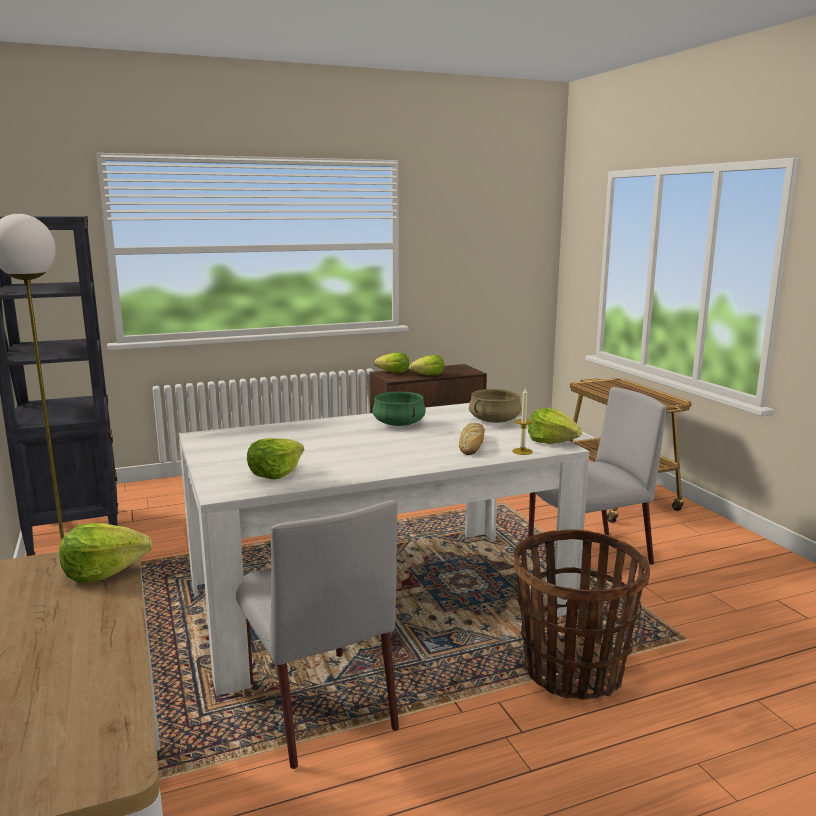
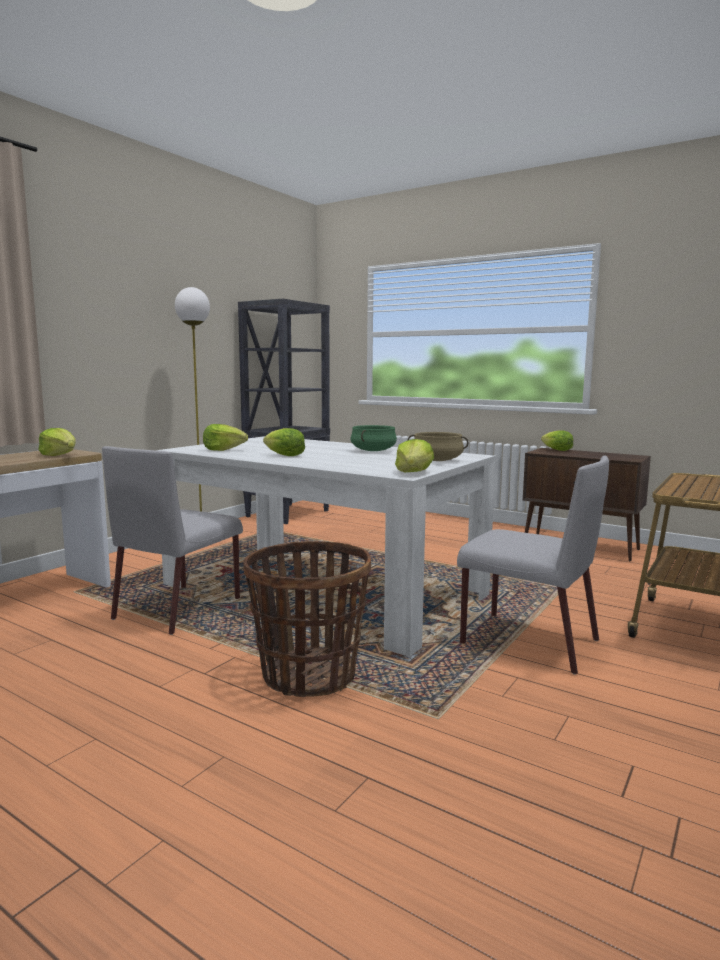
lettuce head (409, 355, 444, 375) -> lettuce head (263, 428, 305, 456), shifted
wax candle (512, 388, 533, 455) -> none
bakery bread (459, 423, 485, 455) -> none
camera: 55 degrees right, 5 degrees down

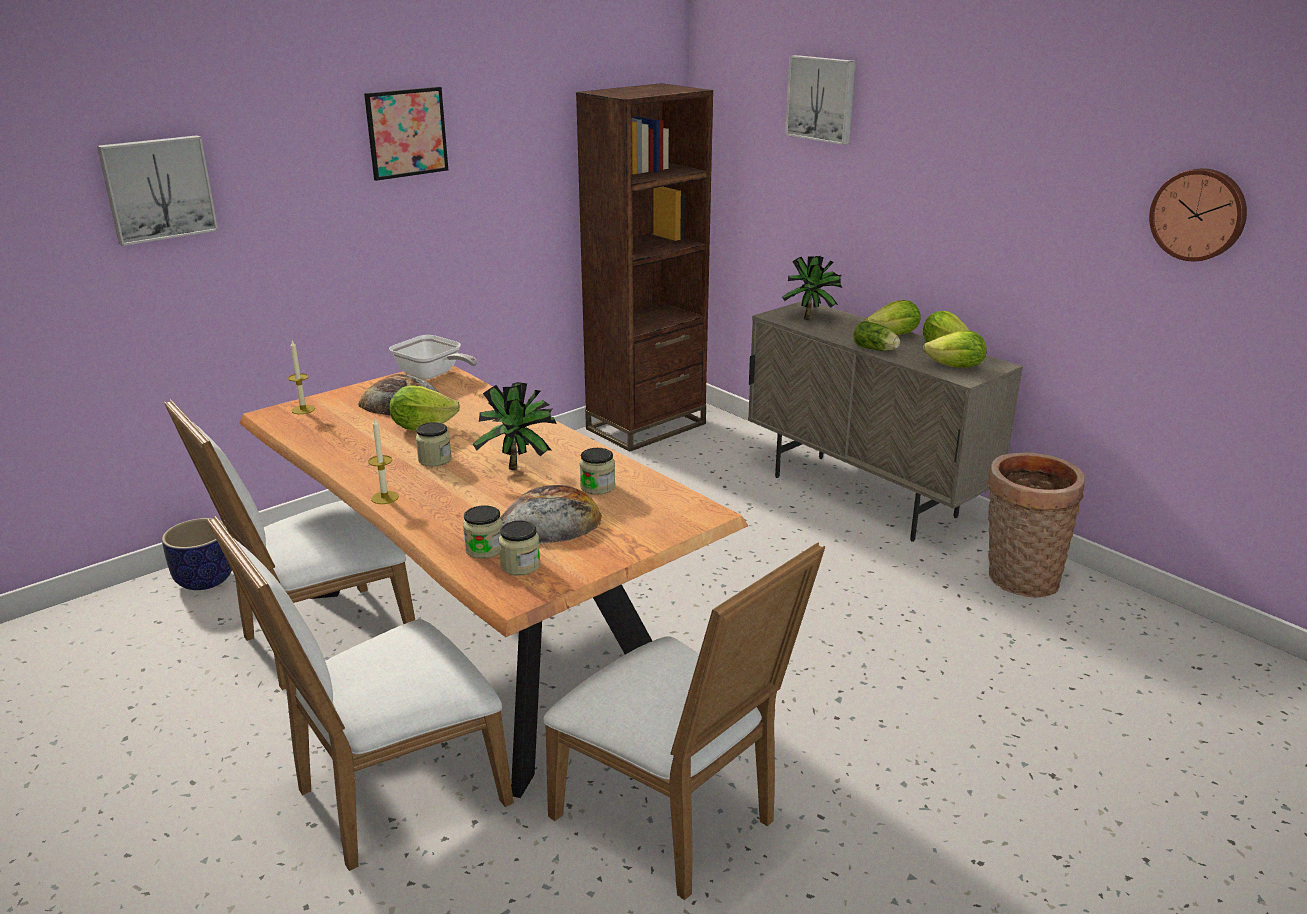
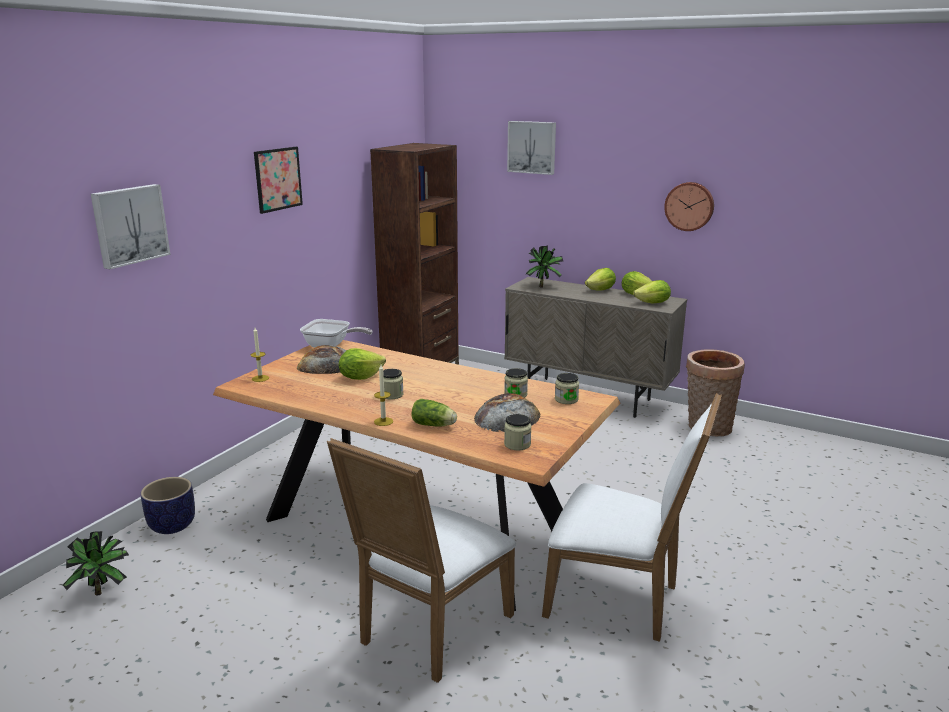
clock on the wall (1149, 168, 1247, 261) -> clock on the wall (664, 182, 714, 231), shifted
lettuce head (853, 321, 900, 351) -> lettuce head (412, 399, 457, 427), shifted
potted plant (472, 382, 557, 470) -> potted plant (63, 531, 129, 596), shifted
white upright chair (164, 399, 415, 690) -> none
storage jar (463, 505, 503, 559) -> storage jar (555, 373, 579, 404), shifted
camera: 20 degrees left, 5 degrees down

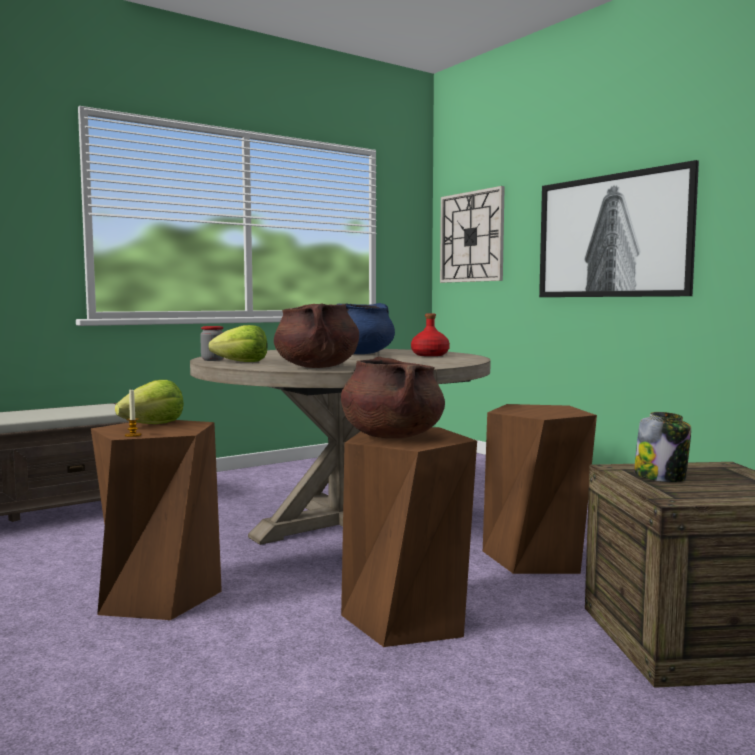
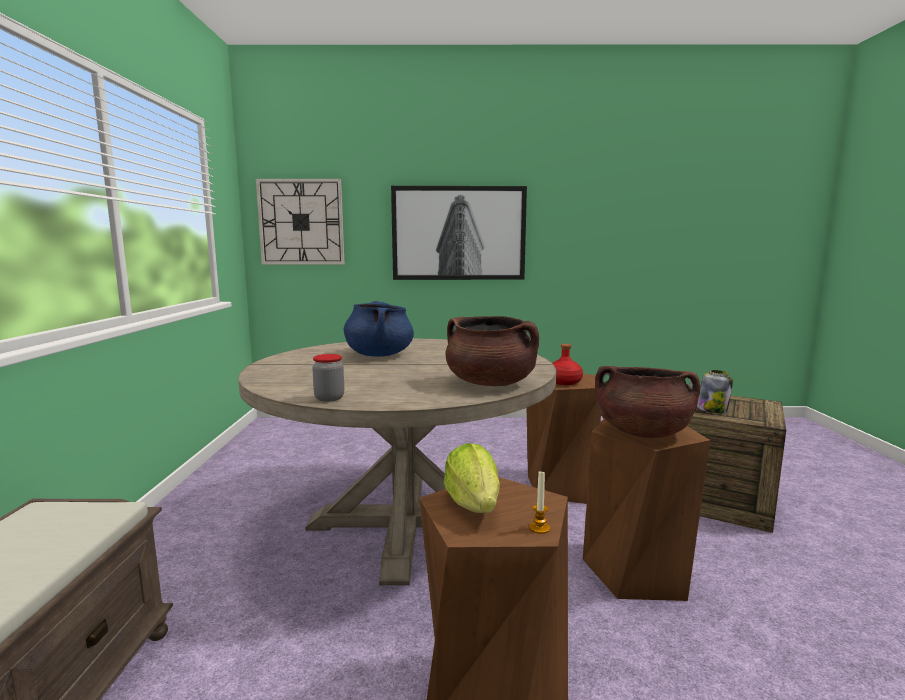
red-coloured beverage bottle (411, 314, 450, 356) -> red-coloured beverage bottle (553, 344, 583, 385), shifted
lettuce head (208, 325, 267, 362) -> none
camera: 55 degrees left, 5 degrees up

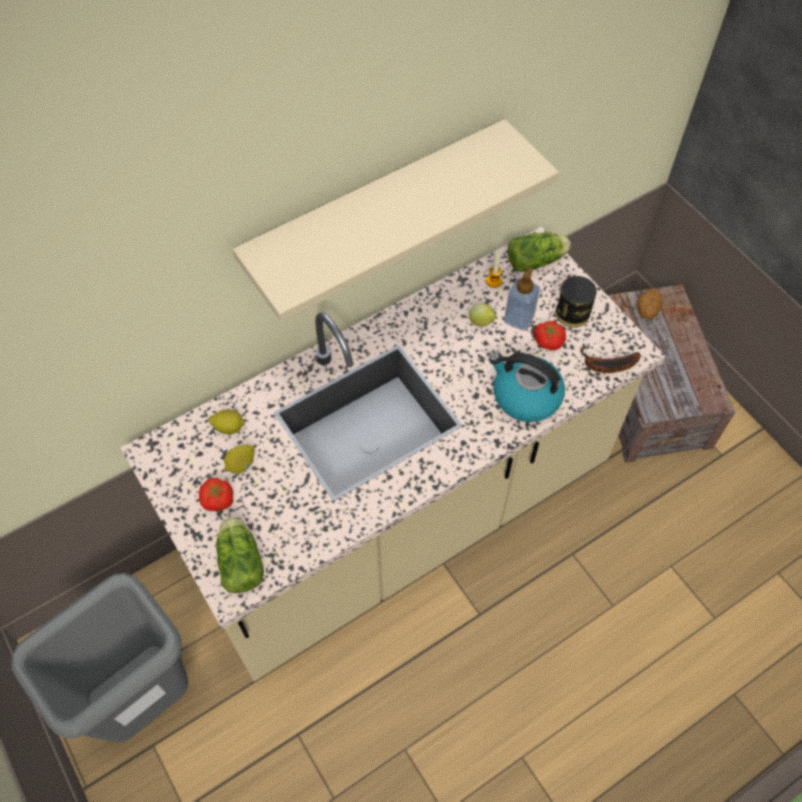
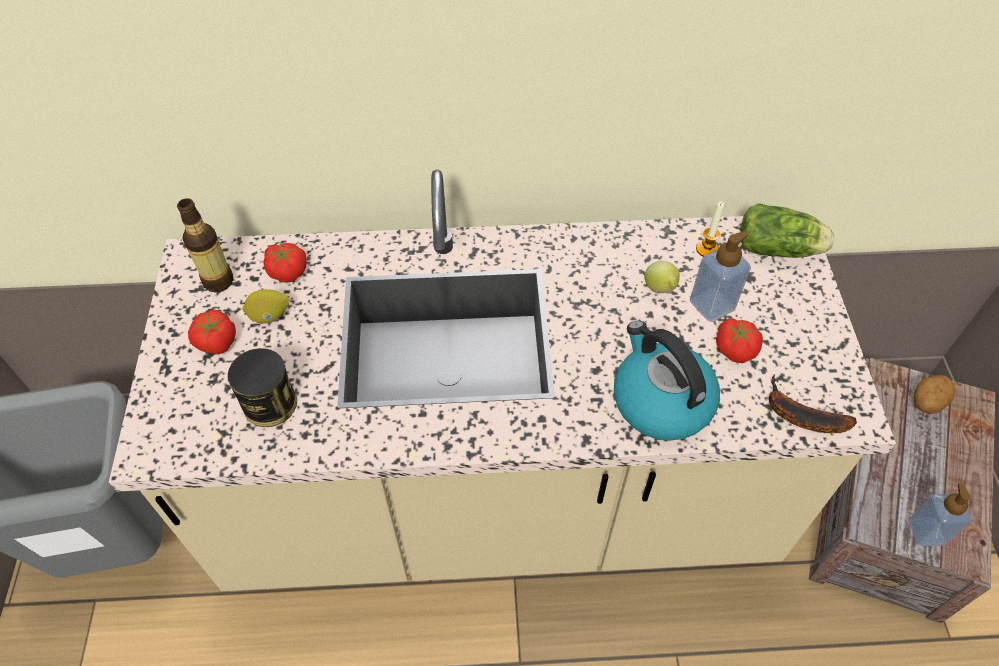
sand-coloured wall shelf (233, 119, 559, 322) -> none
sealed can (555, 276, 597, 327) -> sealed can (228, 348, 297, 427), shifted
citrus fruit (209, 409, 244, 434) -> tomato (263, 243, 307, 283)
lettuce head (217, 517, 264, 593) -> none
none -> beverage bottle (177, 198, 234, 292)
none -> soap bottle (909, 483, 971, 546)
camera: 30 degrees right, 5 degrees down

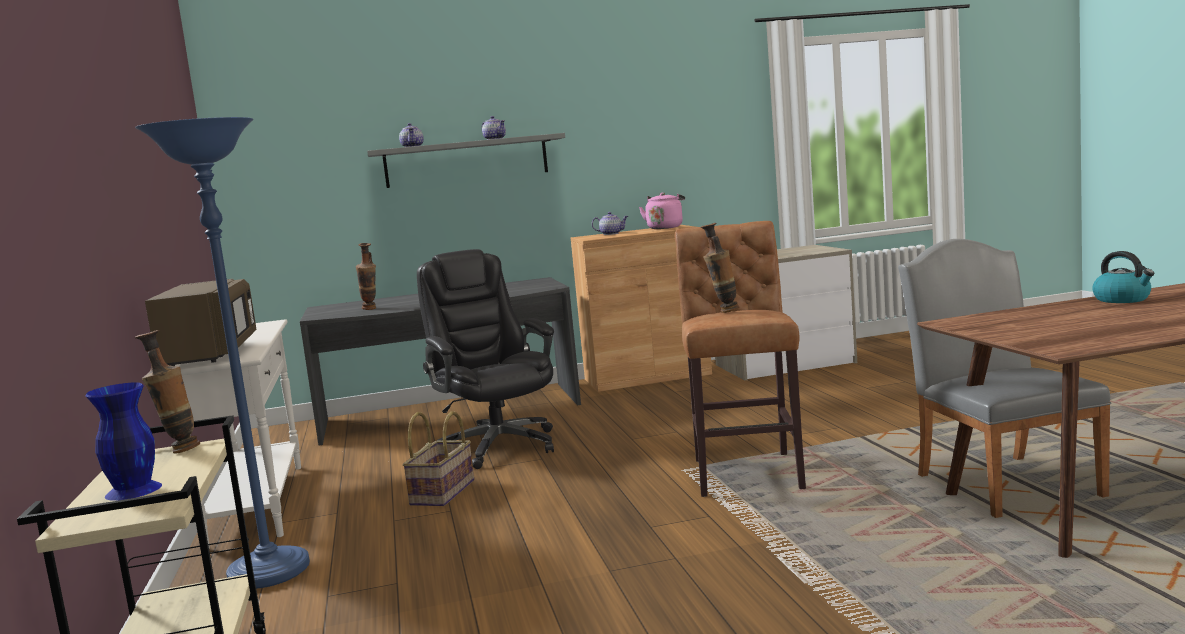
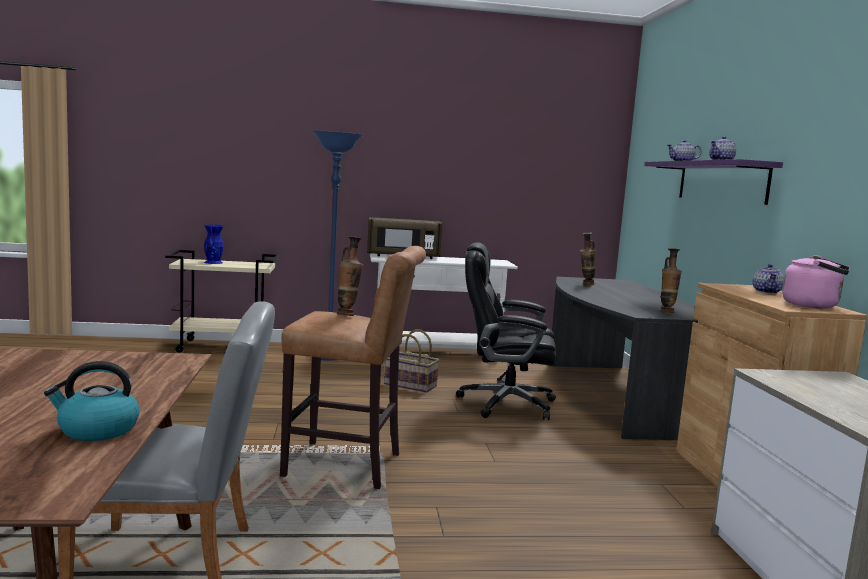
gray wall shelf (367, 133, 565, 188) -> purple-coloured wall shelf (644, 159, 783, 205)
black-coloured computer chair (417, 249, 554, 469) -> black-coloured computer chair (456, 242, 557, 420), 150 degrees counterclockwise
vase (135, 330, 200, 454) -> vase (660, 248, 682, 313), shifted
camera: 95 degrees right, 0 degrees up

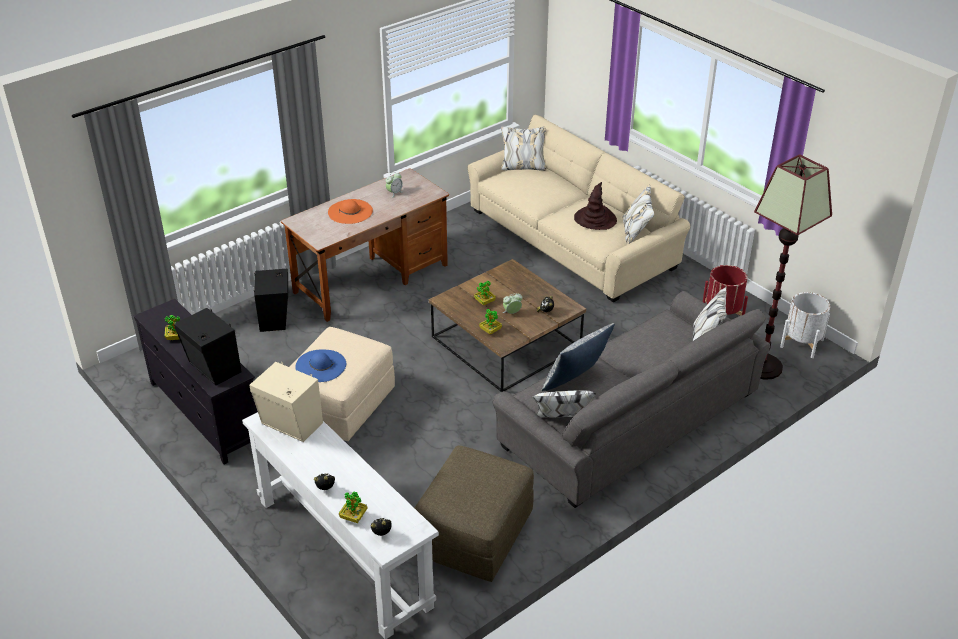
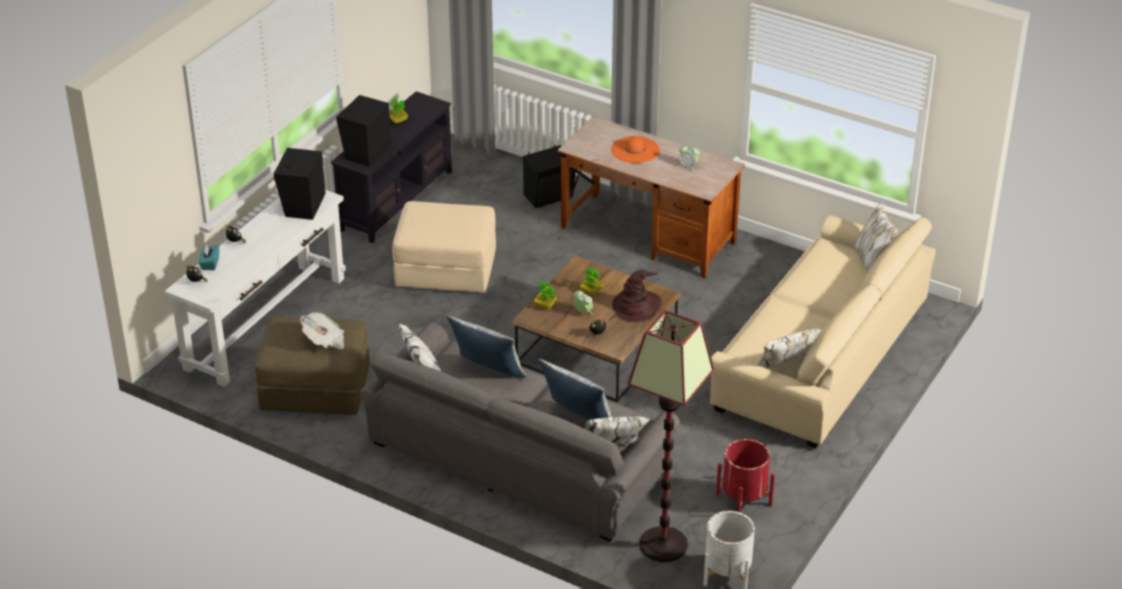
brownish hat (574, 182, 617, 230) -> brownish hat (612, 270, 662, 322), shifted
blue hat (295, 350, 346, 382) -> none
sand-coloured speaker (249, 362, 323, 442) -> black-coloured speaker (274, 148, 326, 220)
potted plant (339, 491, 367, 523) -> turquoise-coloured tissue holder (199, 244, 219, 270)
none -> newspaper (300, 312, 344, 349)
none -> cushion (538, 359, 612, 420)
camera: 70 degrees right, 0 degrees up

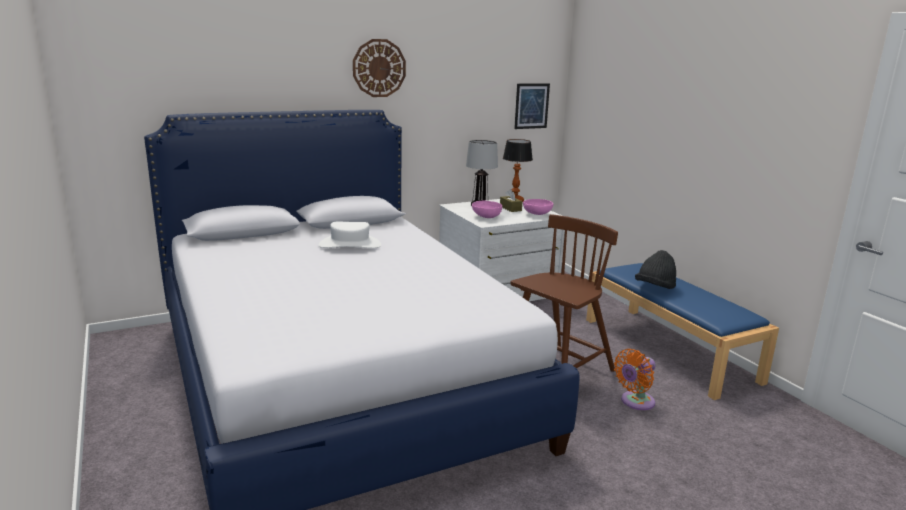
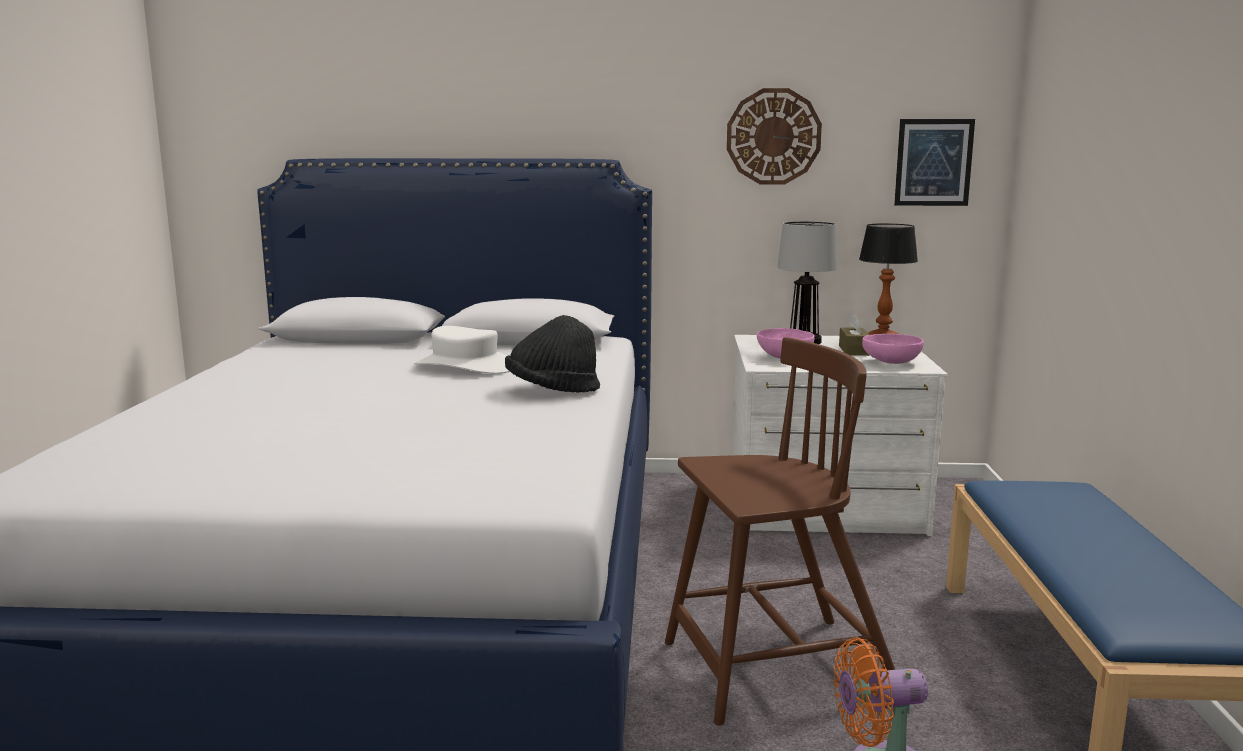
clock on the wall (353, 39, 406, 97) -> clock on the wall (727, 88, 822, 185), shifted
black-coloured hat (635, 250, 676, 289) -> black-coloured hat (505, 315, 600, 393), shifted
camera: 30 degrees right, 5 degrees down

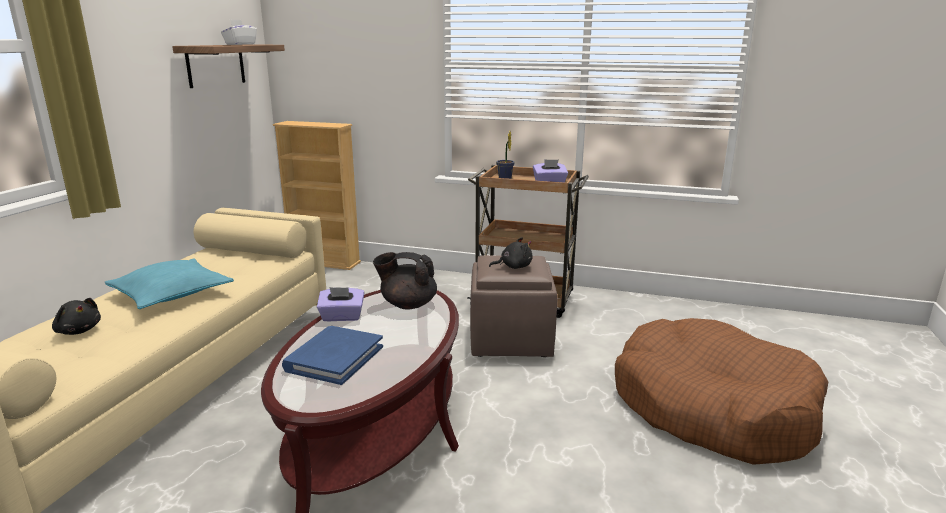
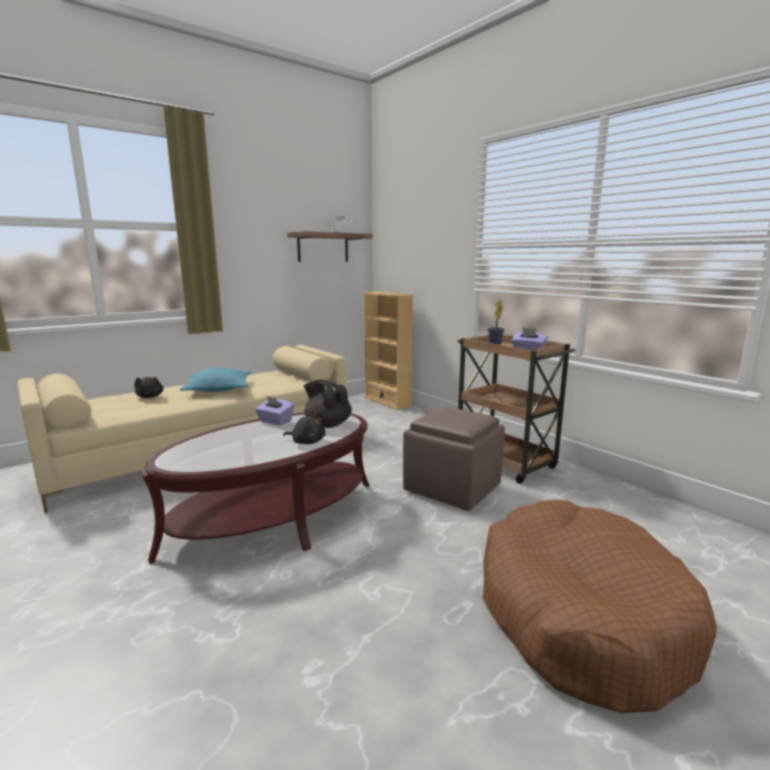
black-coloured plush toy (489, 237, 532, 269) -> black-coloured plush toy (283, 413, 325, 444), shifted
blue bound book (282, 326, 383, 385) -> none
camera: 35 degrees right, 5 degrees down

